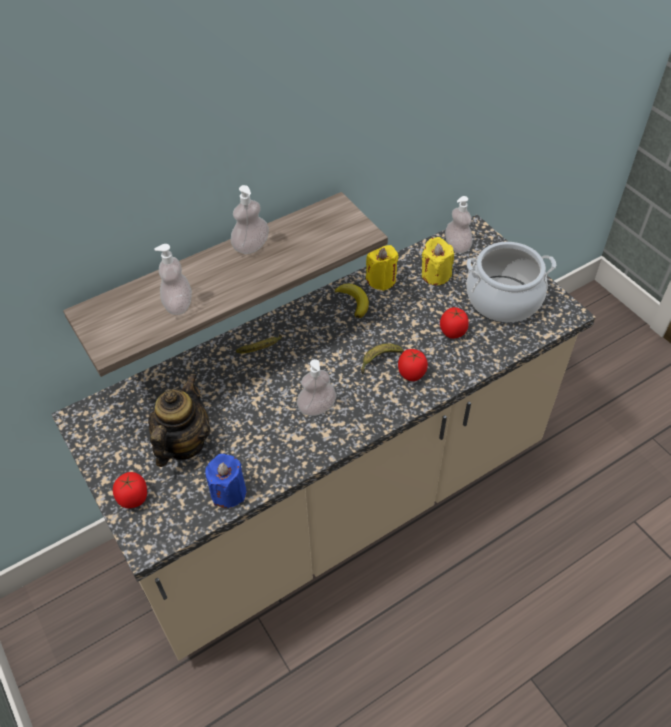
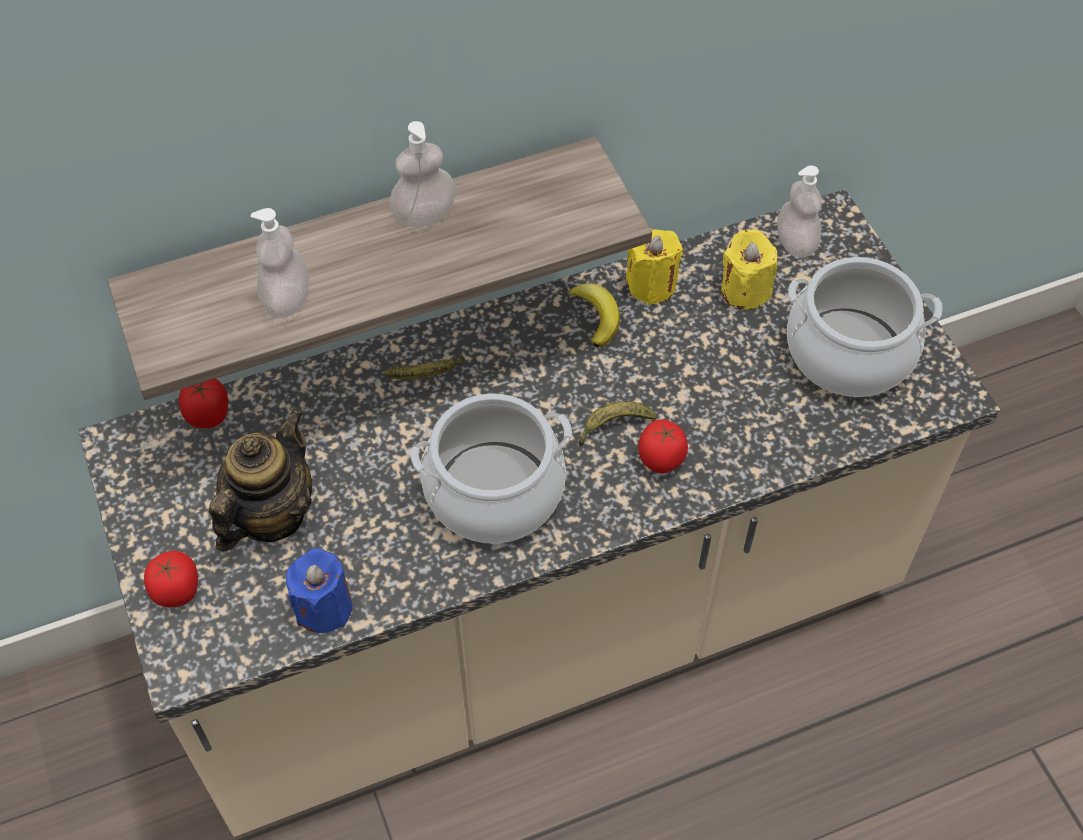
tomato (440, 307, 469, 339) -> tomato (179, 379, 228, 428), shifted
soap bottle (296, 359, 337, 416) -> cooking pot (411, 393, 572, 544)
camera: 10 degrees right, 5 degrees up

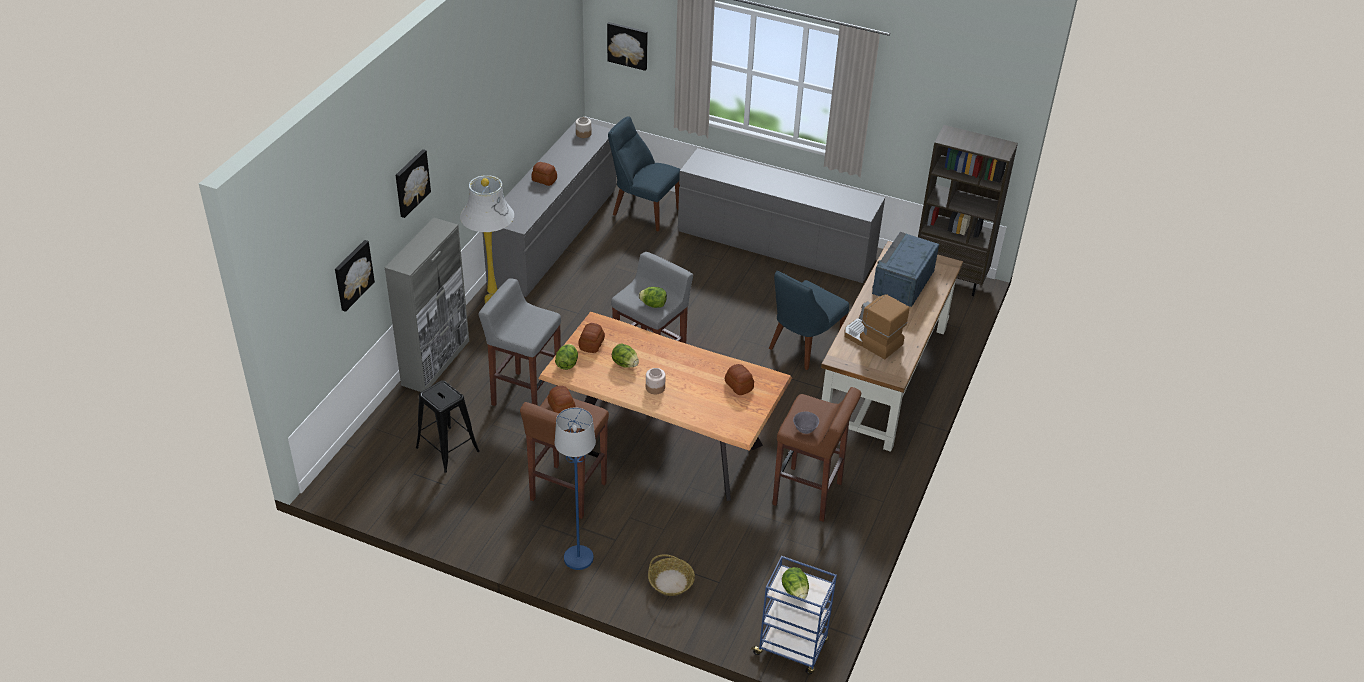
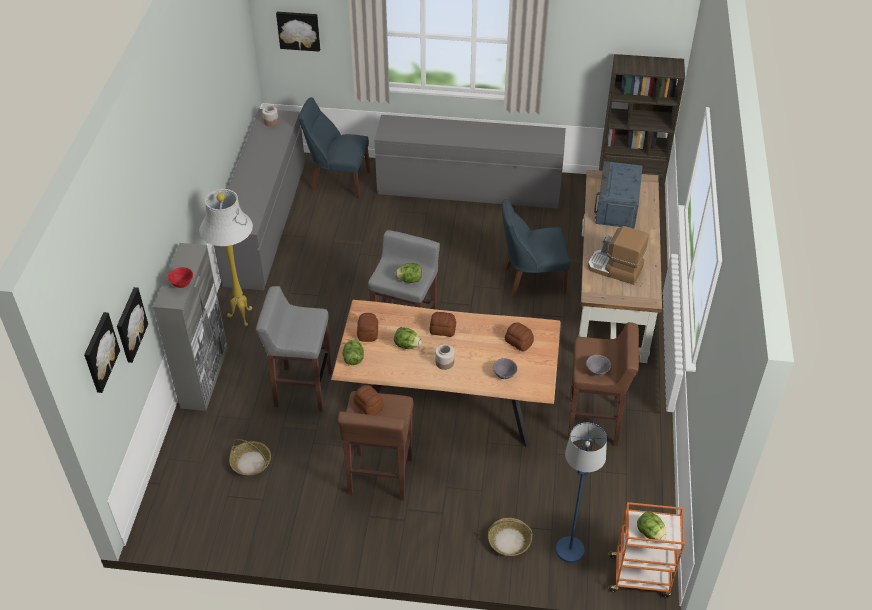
wall art (396, 149, 431, 218) -> wall art (84, 312, 120, 393), shifted
bakery bread (531, 162, 557, 186) -> bakery bread (430, 312, 456, 337), shifted
blue upright chair (769, 271, 849, 370) -> blue upright chair (502, 199, 570, 298), 60 degrees clockwise
black-coloured stool (416, 380, 480, 473) -> storage basket (229, 439, 271, 476)
blue standing lamp (555, 408, 596, 570) -> blue standing lamp (556, 423, 607, 563), shifted
blue trolley (750, 556, 837, 674) -> orangey trolley (607, 502, 685, 598)
none -> red-coloured bowl (168, 267, 193, 288)
none -> gray bowl (493, 358, 518, 379)
camera: 15 degrees left, 5 degrees up

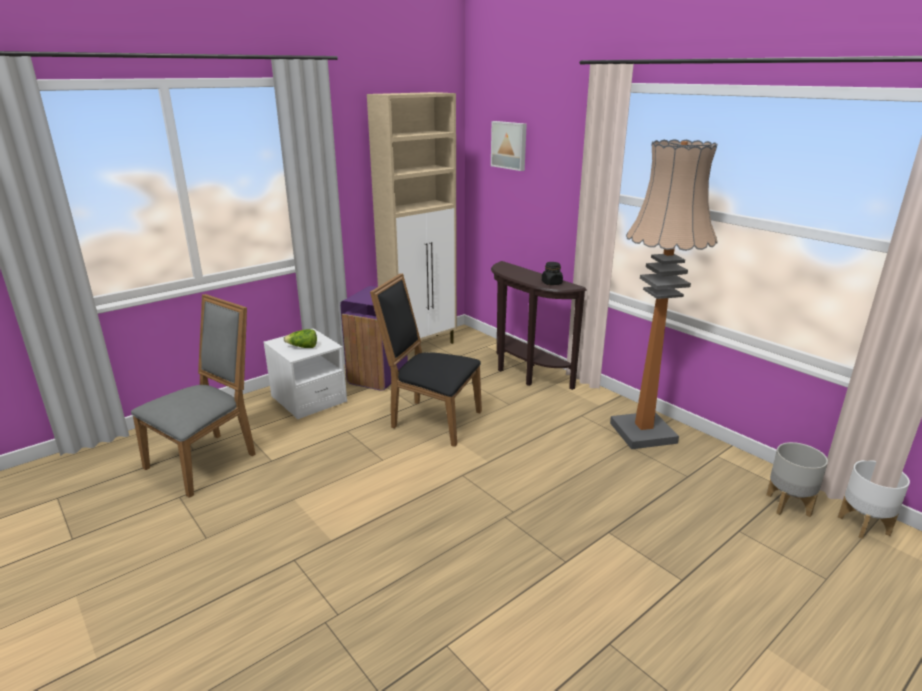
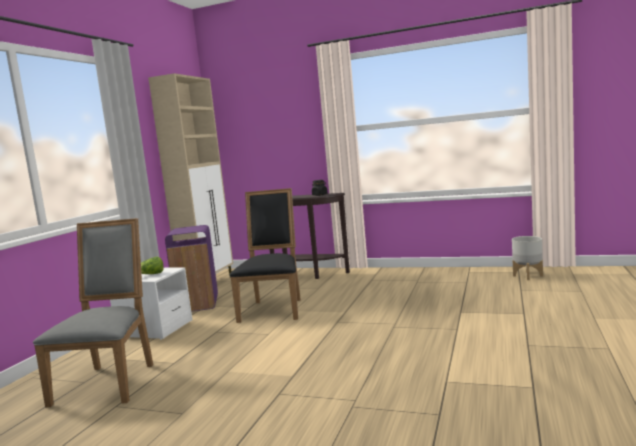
wall art (491, 121, 527, 171) -> none
standing lamp (610, 139, 718, 449) -> none
black-coloured upright chair (370, 273, 482, 447) -> black-coloured upright chair (229, 188, 301, 323), 105 degrees clockwise
white planter (838, 460, 910, 539) -> none
camera: 30 degrees left, 15 degrees down

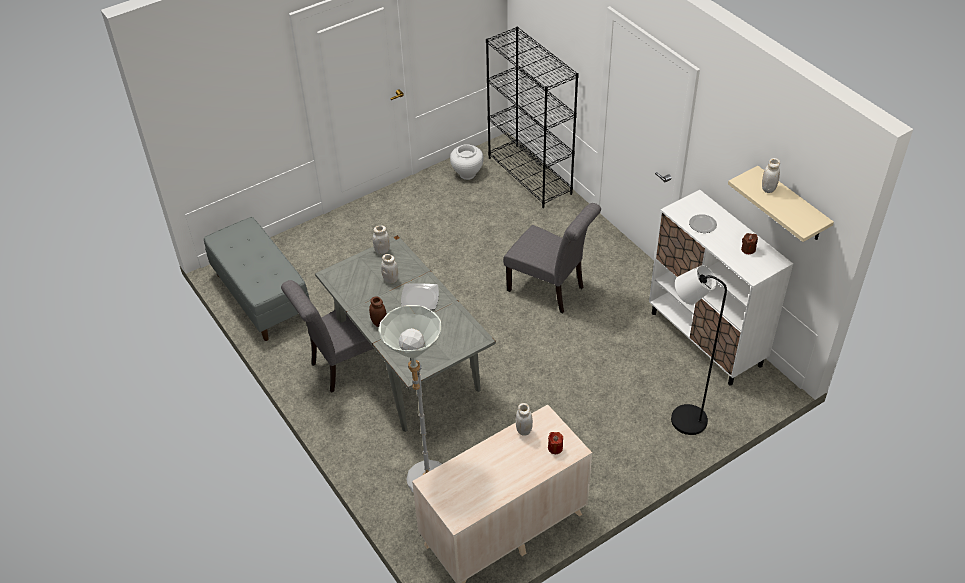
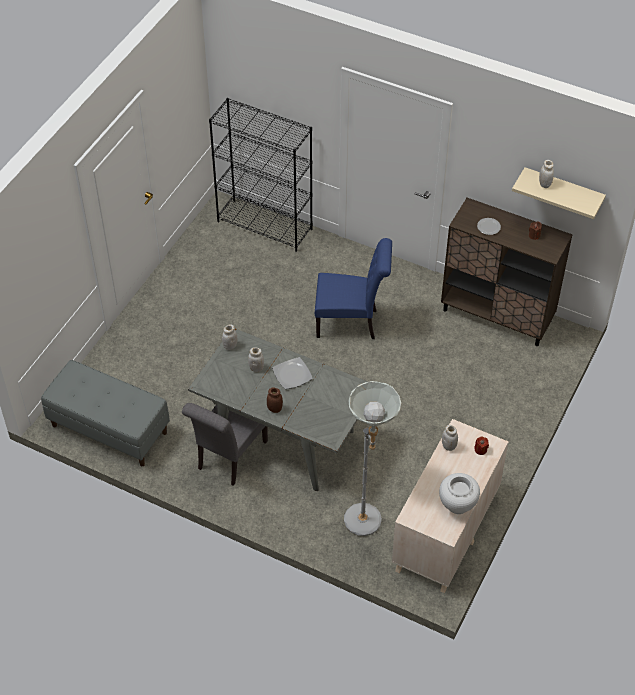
white vase (450, 144, 483, 180) -> white vase (439, 473, 480, 514), shifted
white storage cabinet (649, 190, 793, 386) -> brownish storage cabinet (441, 198, 573, 346)
gray upright chair (503, 203, 601, 314) -> blue upright chair (315, 238, 392, 339)
black-coloured standing lamp (671, 265, 727, 435) -> none
camera: 30 degrees left, 5 degrees up

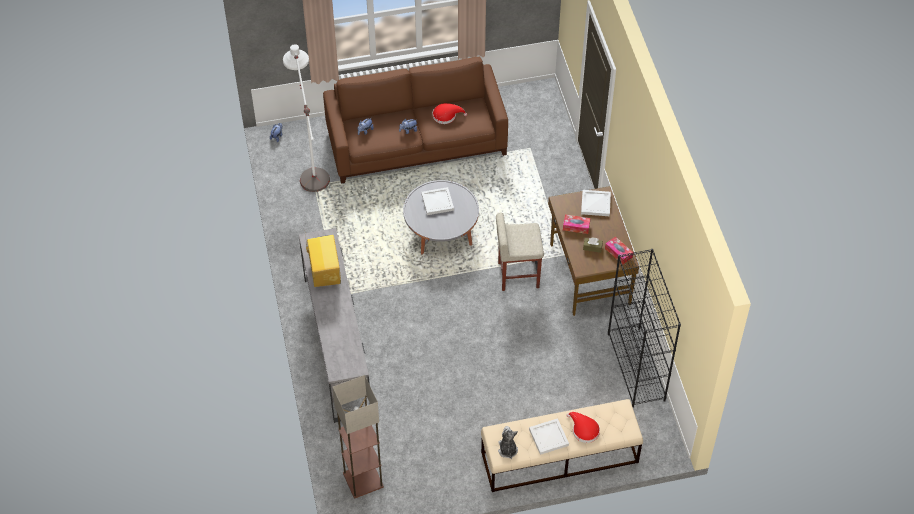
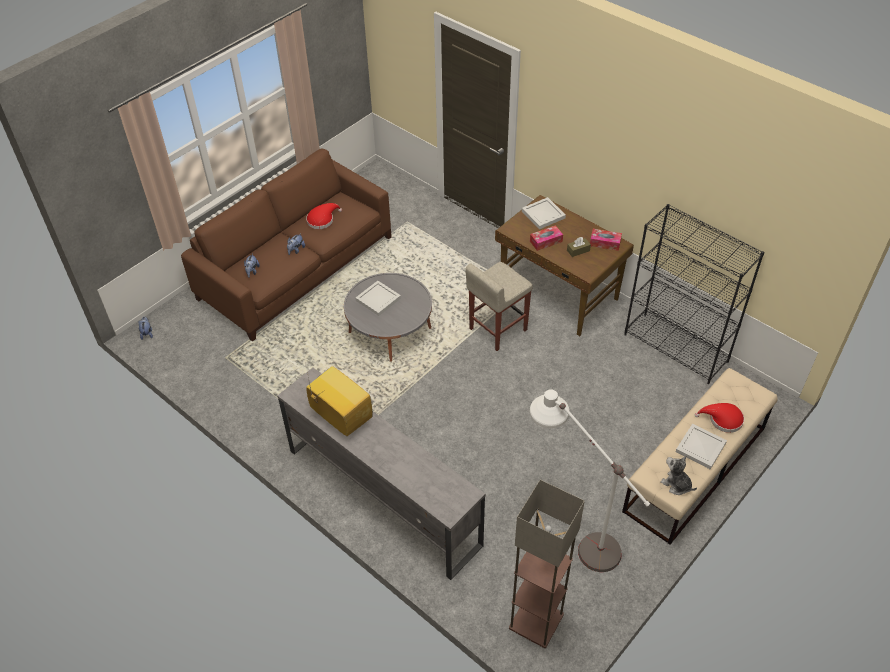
white standing lamp (283, 44, 330, 192) -> white standing lamp (530, 389, 650, 572), shifted
camera: 35 degrees left, 5 degrees down

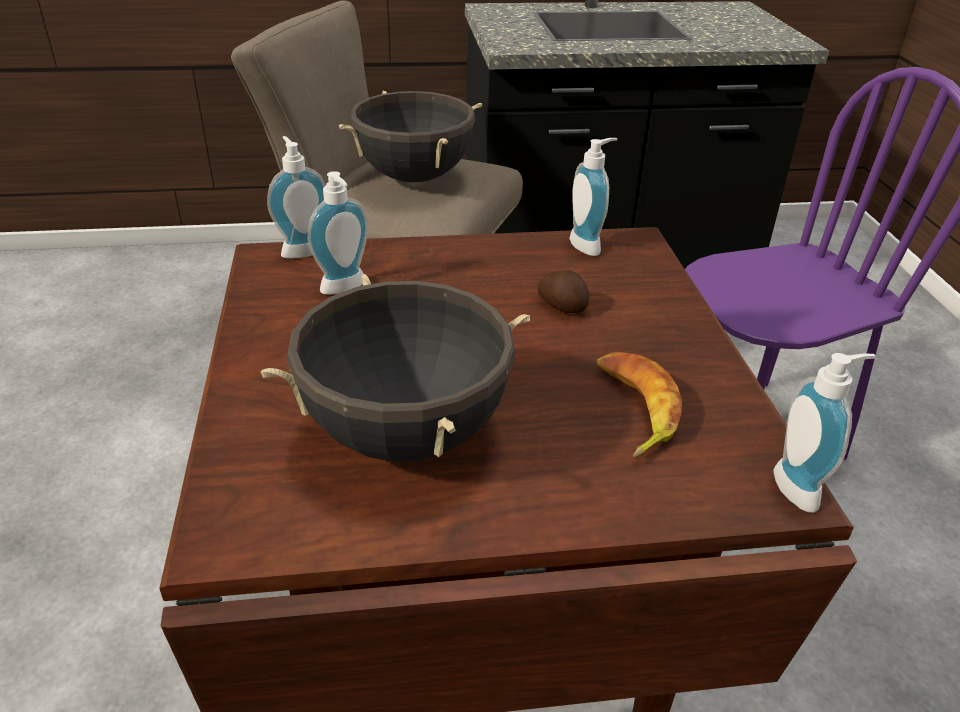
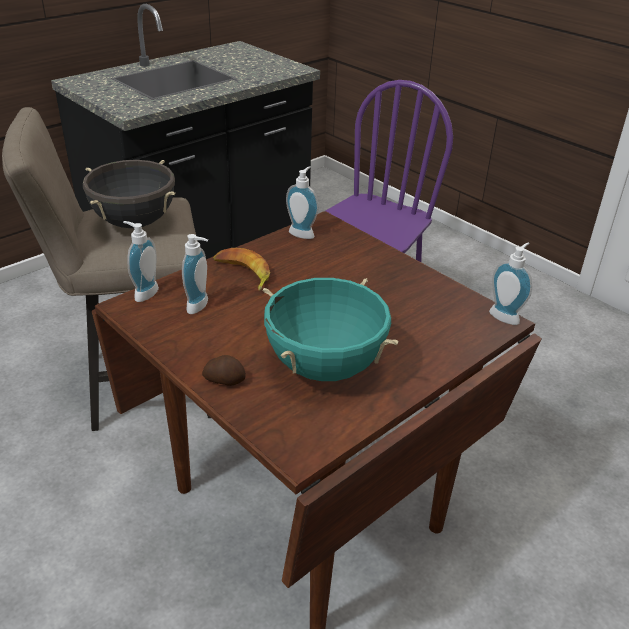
spud (537, 270, 589, 313) -> spud (202, 355, 246, 386), shifted
black-coloured cooking pot (261, 274, 530, 462) -> turquoise-coloured cooking pot (262, 278, 399, 381)
banana (597, 352, 682, 458) -> banana (213, 248, 270, 291), shifted
camera: 35 degrees left, 0 degrees up

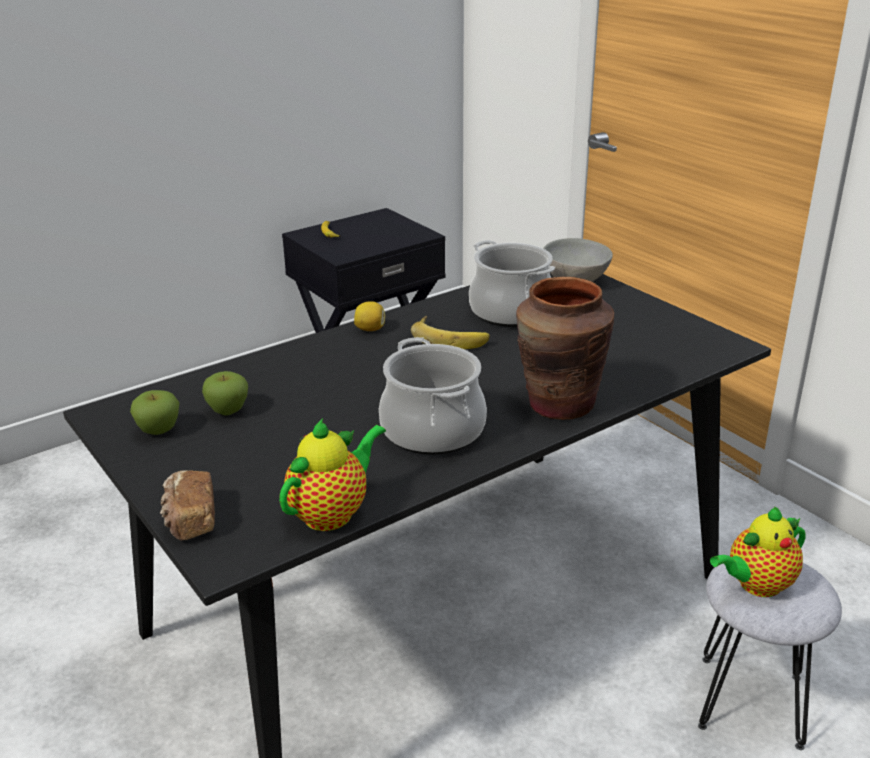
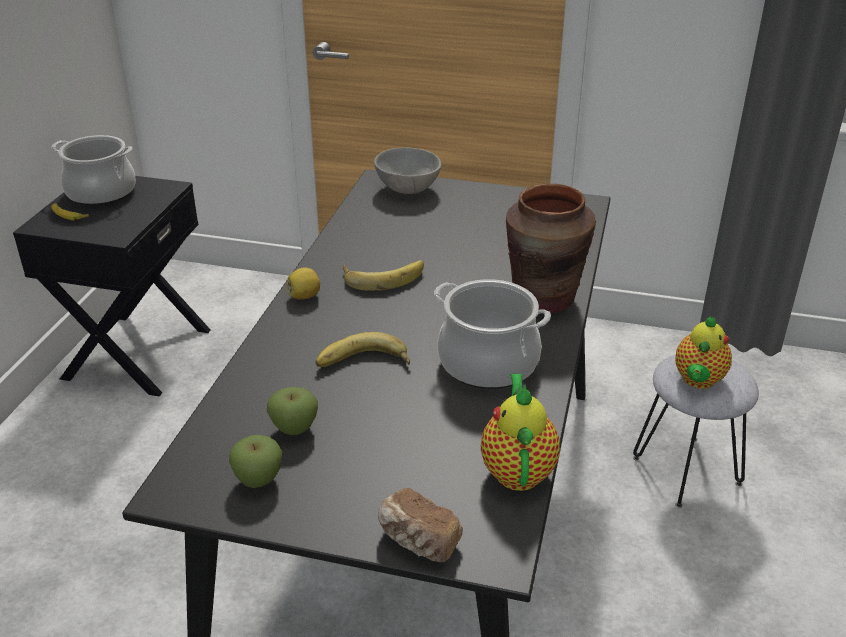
cooking pot (469, 240, 555, 327) -> cooking pot (51, 135, 136, 206), shifted
none -> banana (316, 332, 410, 367)
camera: 40 degrees left, 5 degrees up

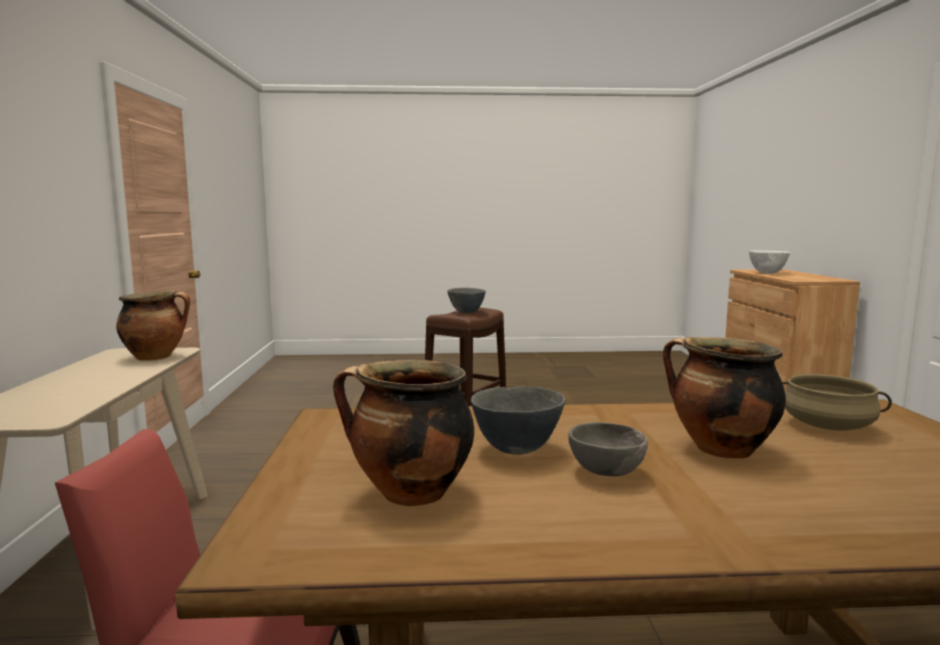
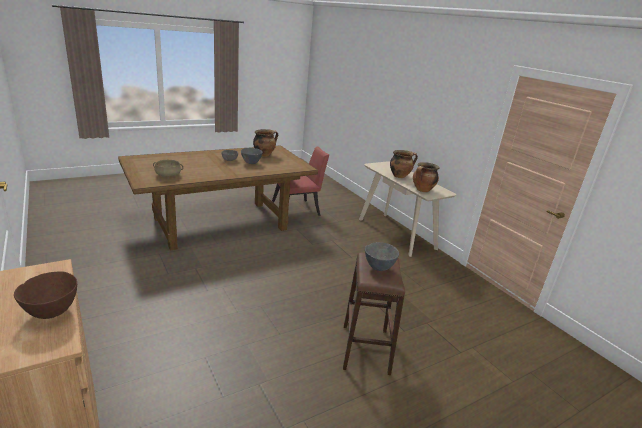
white bowl (749, 250, 790, 274) -> brownish bowl (14, 271, 77, 319)
cooking pot (663, 337, 786, 459) -> cooking pot (390, 150, 418, 178), shifted
camera: 150 degrees right, 15 degrees up

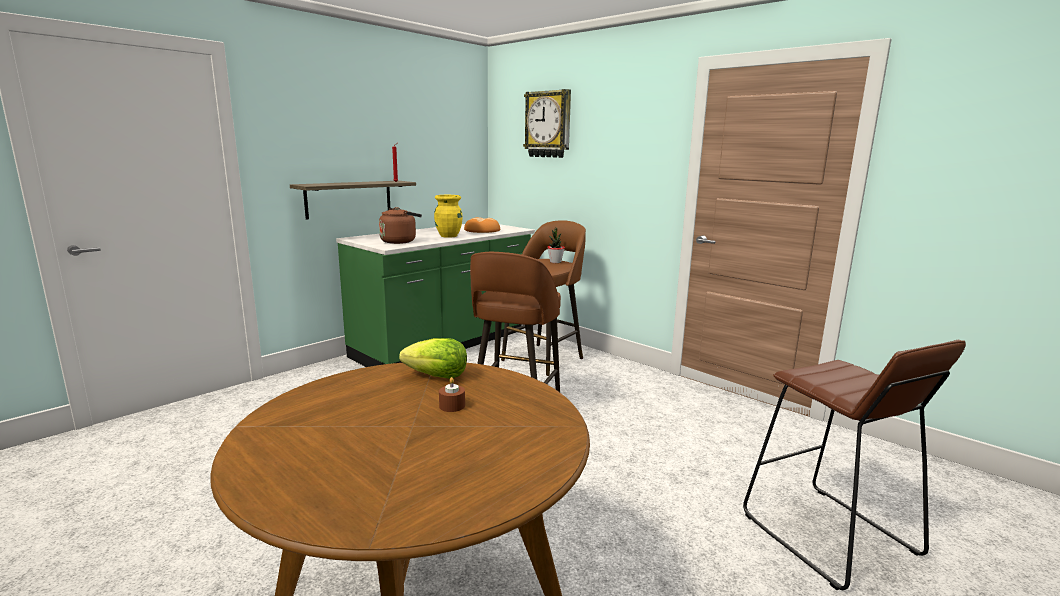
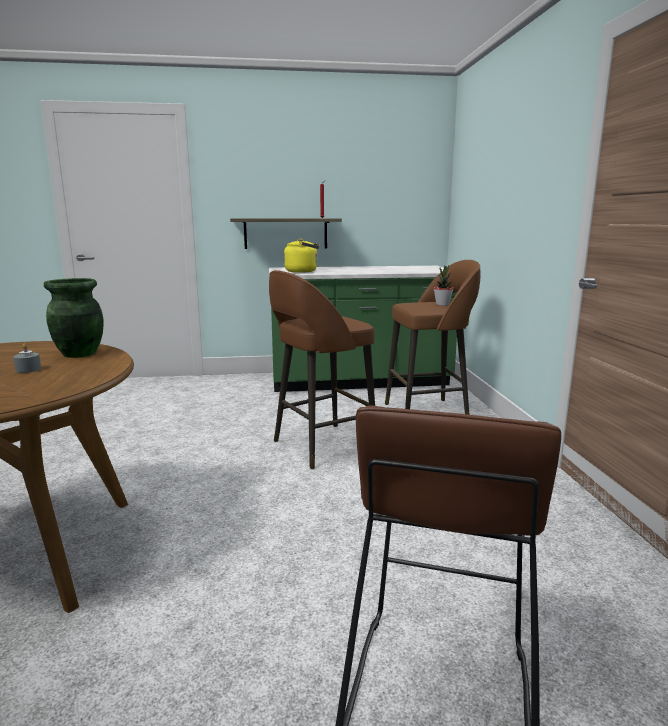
clock on the wall (523, 89, 571, 158) -> none
yellow vase (434, 195, 463, 238) -> none
brownish tea kettle (379, 207, 422, 244) -> yellow tea kettle (284, 239, 320, 273)
bakery bread (464, 217, 500, 233) -> none
lettuce head (399, 338, 467, 379) -> greenish vase (44, 278, 103, 358)
brownish wax candle (439, 377, 465, 412) -> gray wax candle (13, 343, 41, 373)
camera: 40 degrees right, 0 degrees up

